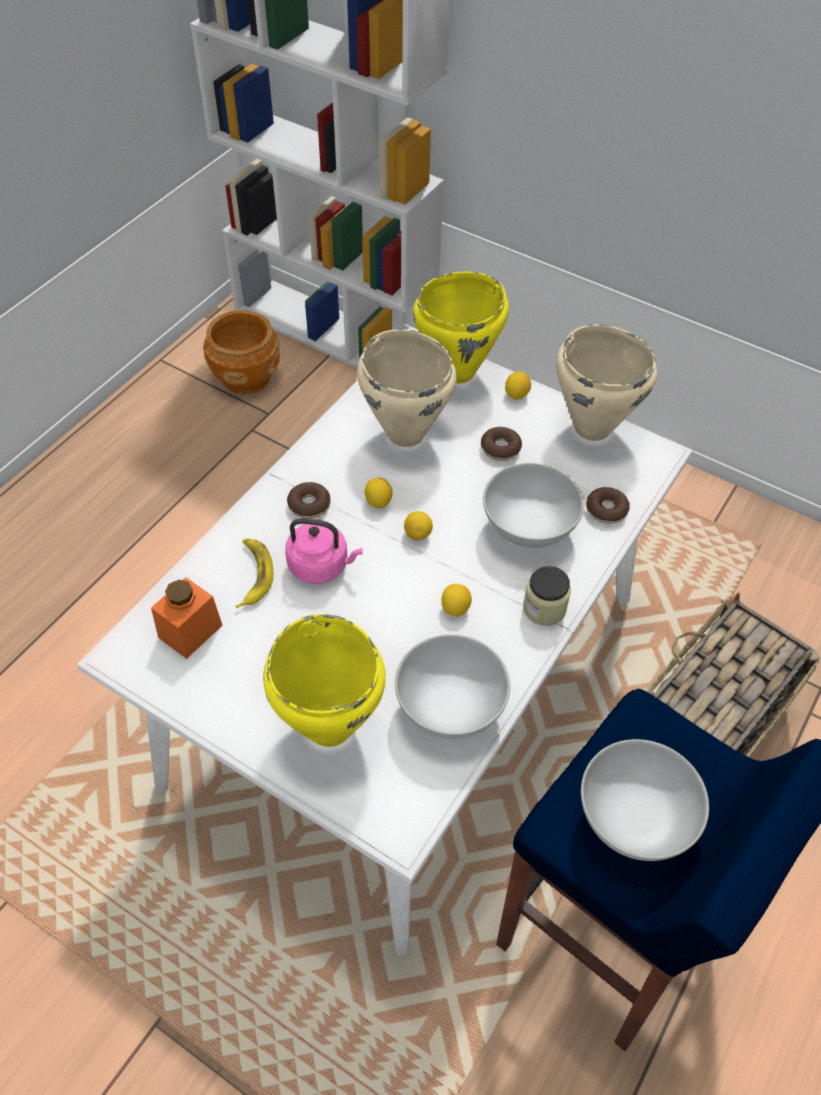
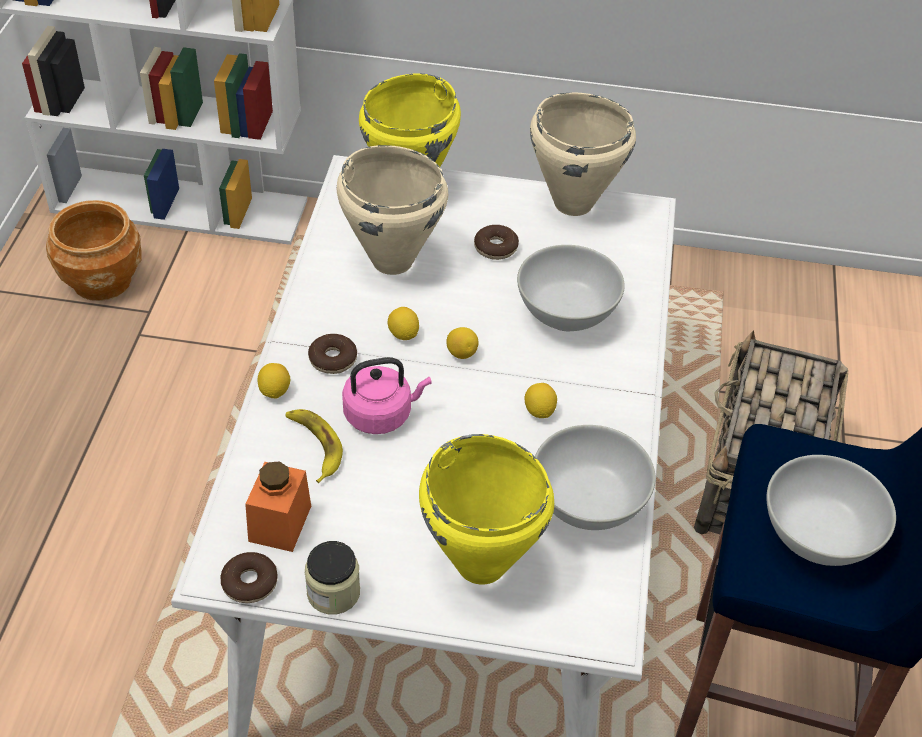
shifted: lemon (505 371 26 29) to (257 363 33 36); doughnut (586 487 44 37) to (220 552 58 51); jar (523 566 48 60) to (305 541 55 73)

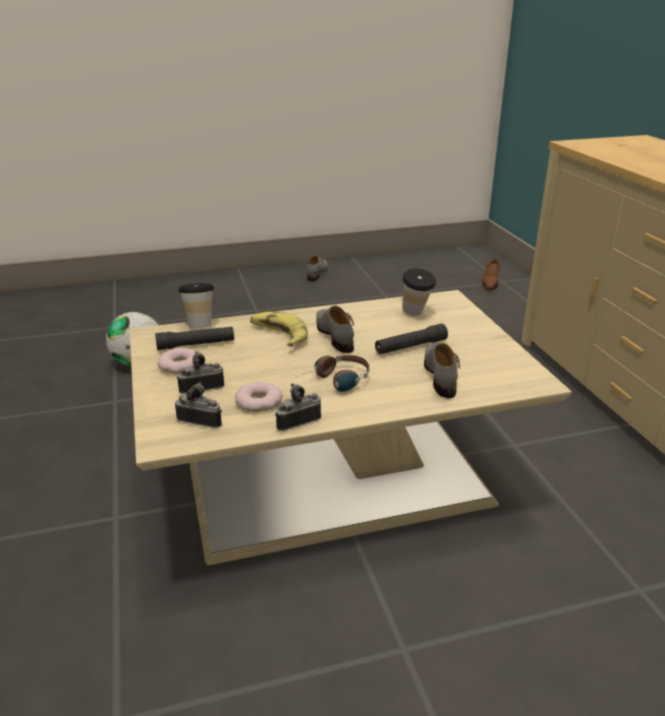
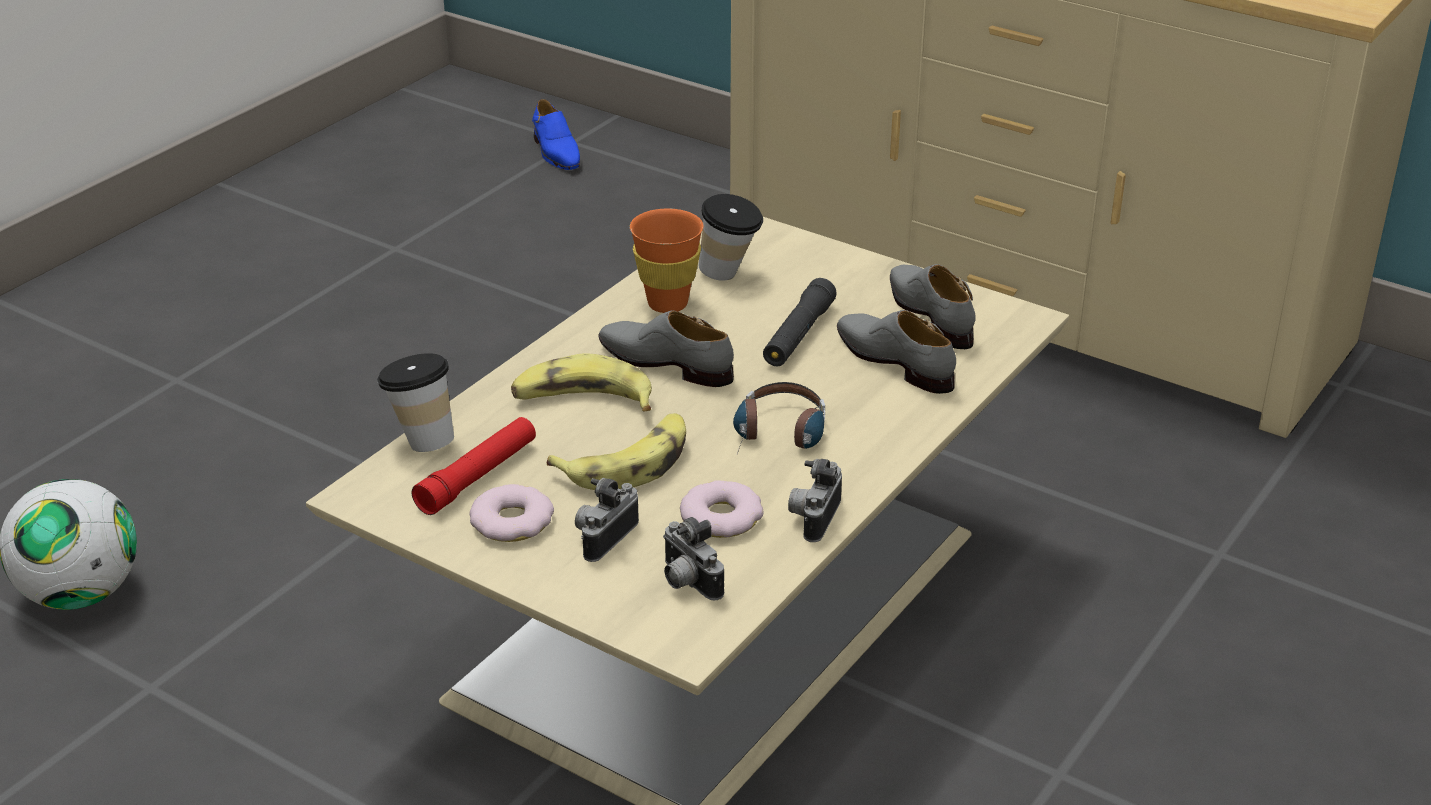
new: small cup/orangey (630 208 73 105); whole banana (547 413 139 77)
shifted: low shoe/greyish (306 256 21 25) to (890 264 86 85)
repainted: low shoe/brown (482 259 17 31) to low shoe/blue (532 99 48 71); hand torch/black (155 327 79 23) to hand torch/red-coloured (412 417 124 98)
rotated: photo camera (175 382 47 46) = (663 517 61 83) 105 degrees counterclockwise

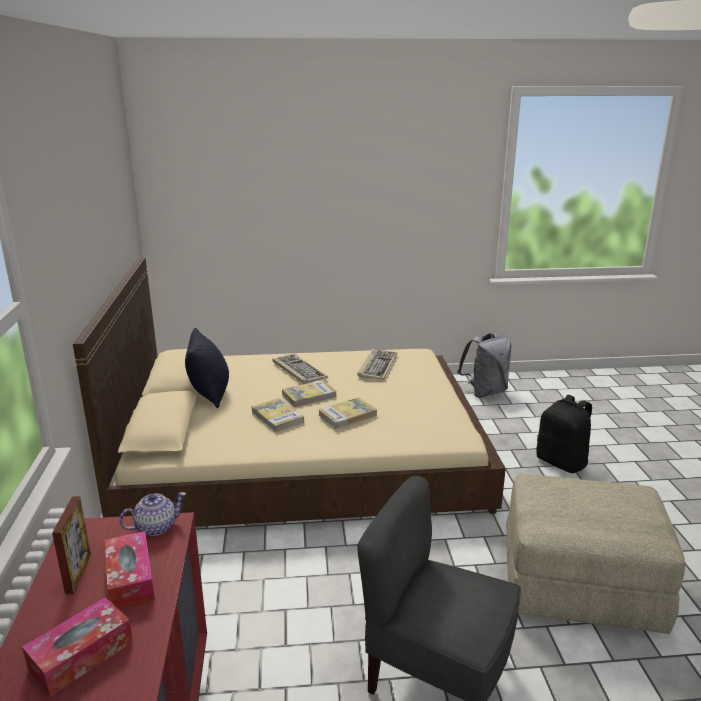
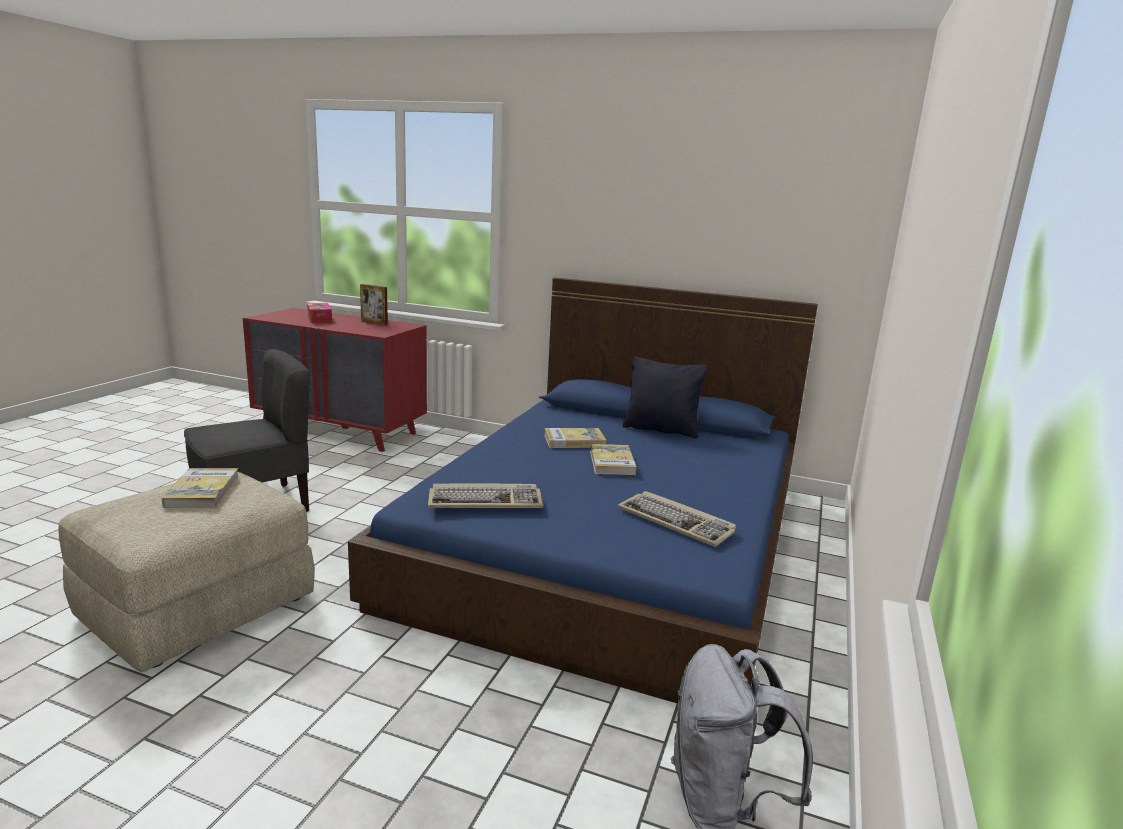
gone: rucksack/black (536 395 56 78); pot for tea (119 492 67 44); tissue holder (105 531 50 78)
shifted: keyboard (272 354 56 30) to (428 484 115 24); volume (318 397 59 32) to (161 468 78 40)
repainted: sleeping bed/beige-coloured (73 258 433 269) to sleeping bed/blue (348 278 470 425)

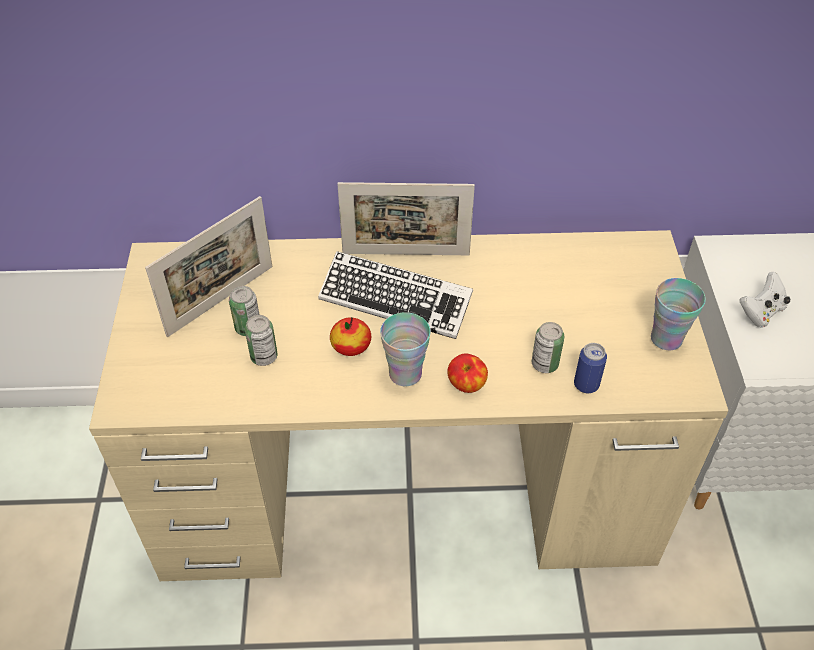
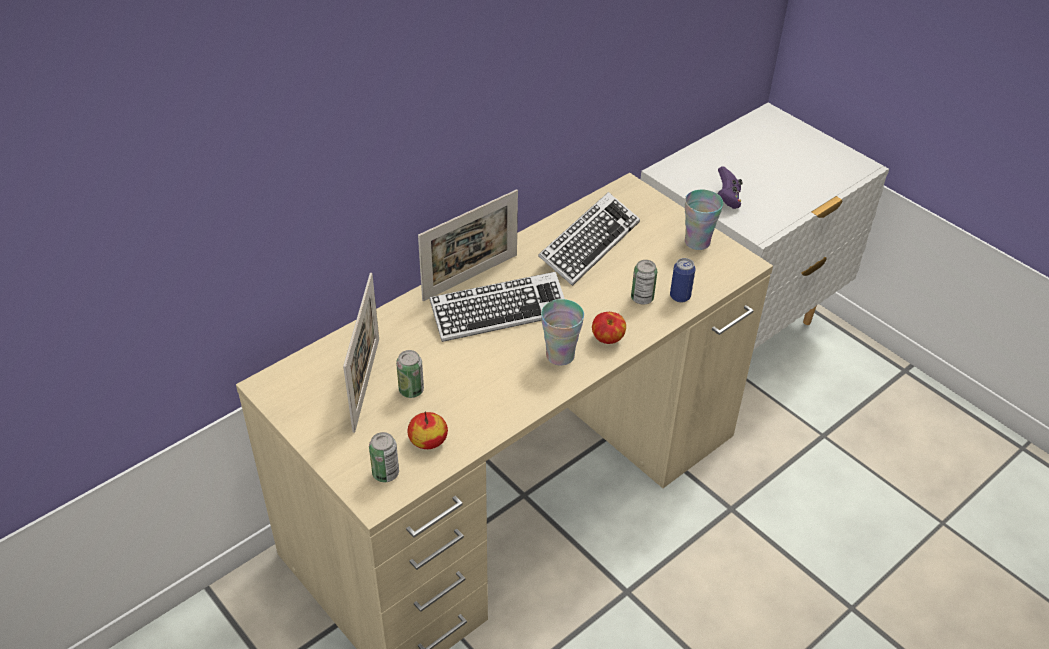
new: keyboard (538 192 102 94)
shifted: can (245 315 33 51) to (369 432 30 50); whole apple (330 317 41 39) to (407 412 41 37)
repainted: game controller/whitish (740 272 50 55) to game controller/purplish (718 166 25 43)

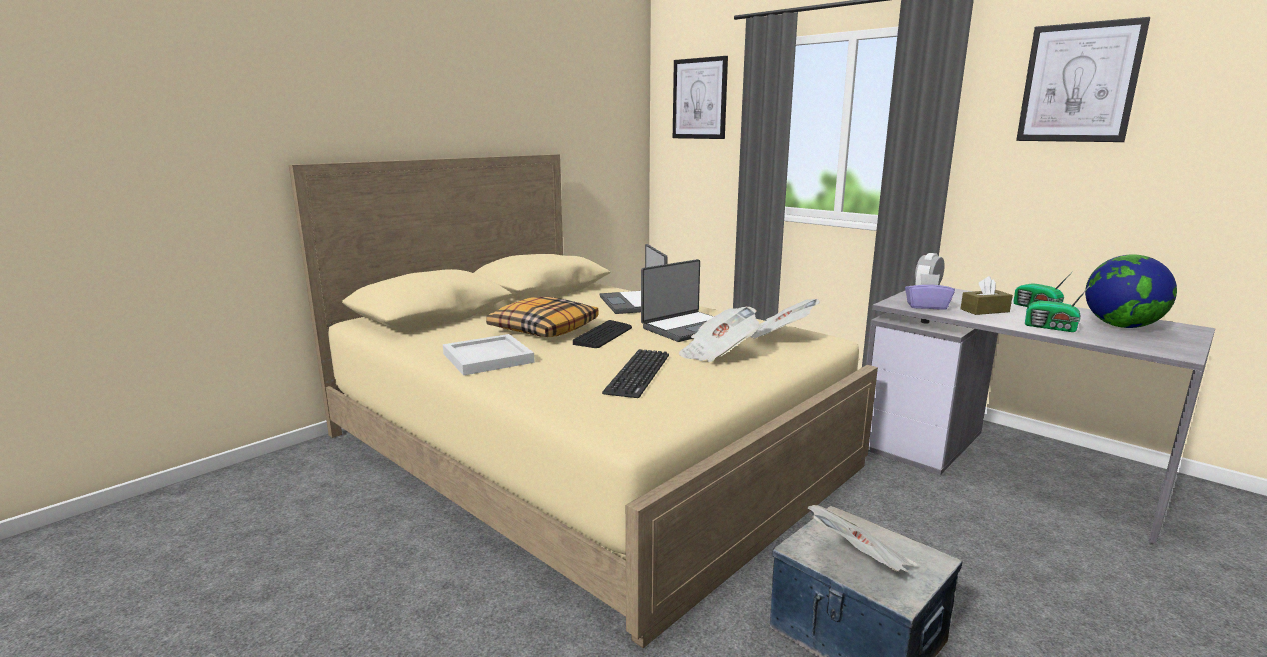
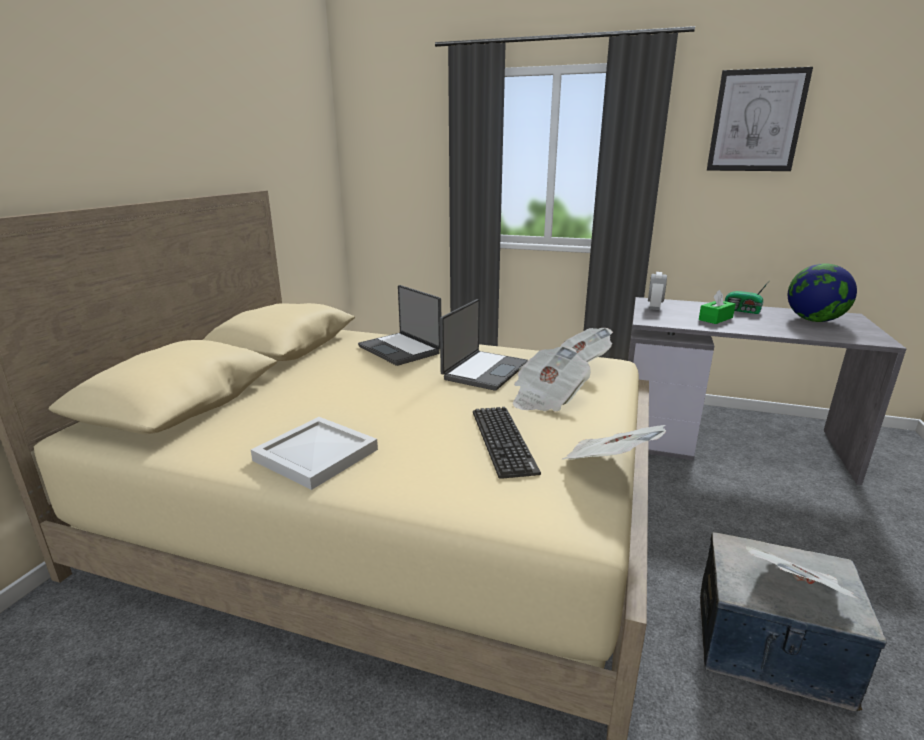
gone: picture (673 56 55 83); tissue holder/purplish (905 274 50 36); radio receiver (1025 287 64 45); cushion (486 297 113 40); keyboard (573 320 59 28)
new: newspaper (561 425 105 35)
repainted: tissue holder/brown (960 276 53 39) to tissue holder/greenish (699 290 37 34)

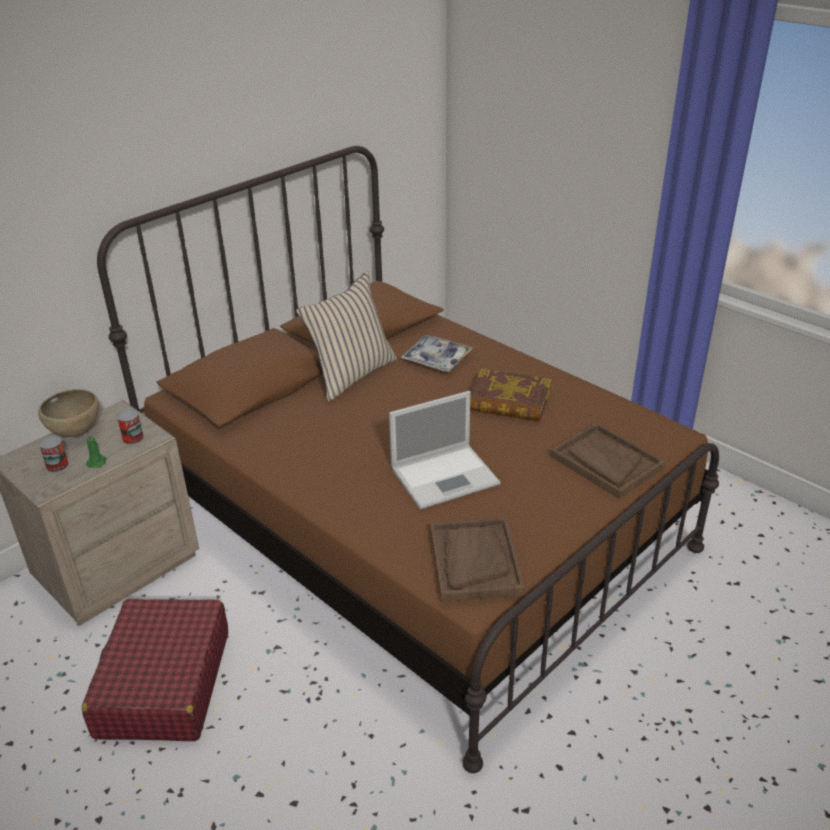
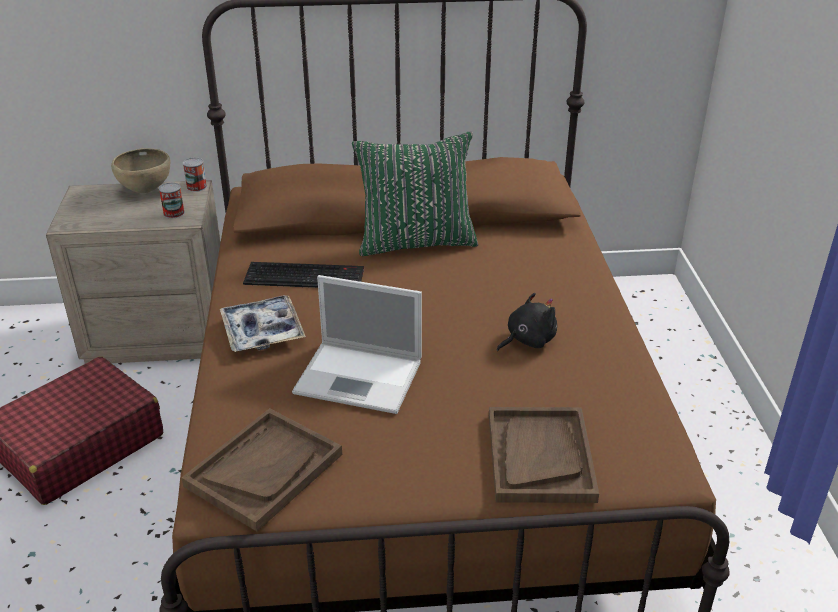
gone: wax light/greenish (86 433 21 35)
new: keyboard (243 262 121 26)
shifted: serving tray (400 335 73 37) to (220 295 86 57); can (39 435 30 37) to (183 157 24 35)
swapped: volume (470 369 82 53) to cuddly toy/black (497 293 60 58)
repainted: cushion/beige-coloured (296 272 101 130) to cushion/greenish (352 132 126 124)

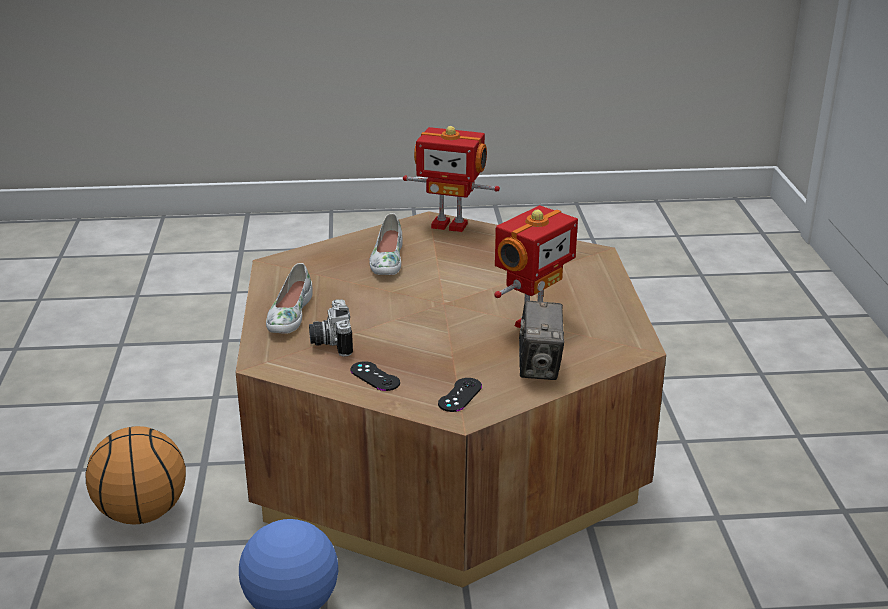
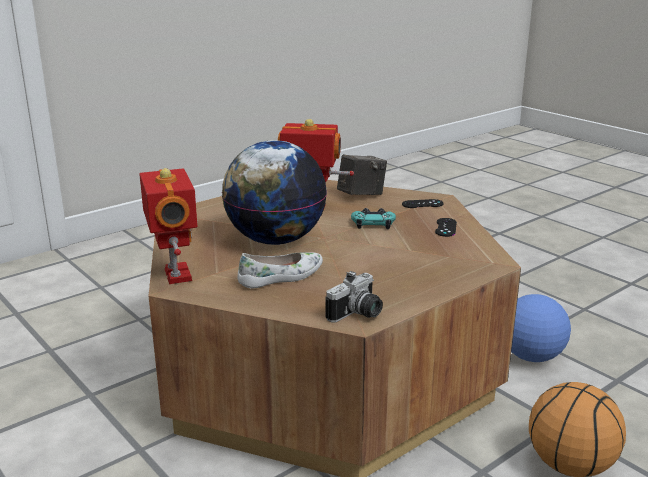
gone: low shoe/whitish (266 263 46 71)
new: desk globe (222 140 105 105); game controller/turquoise (351 208 45 21)
shifted: photo camera (309 299 44 58) to (326 271 57 52)

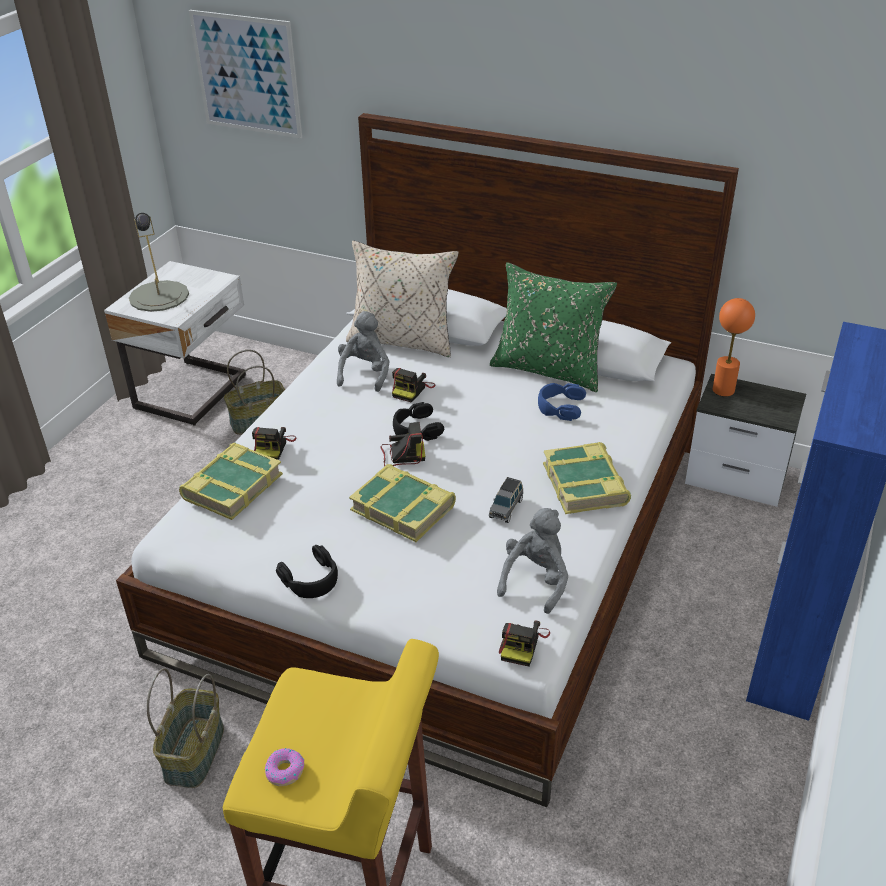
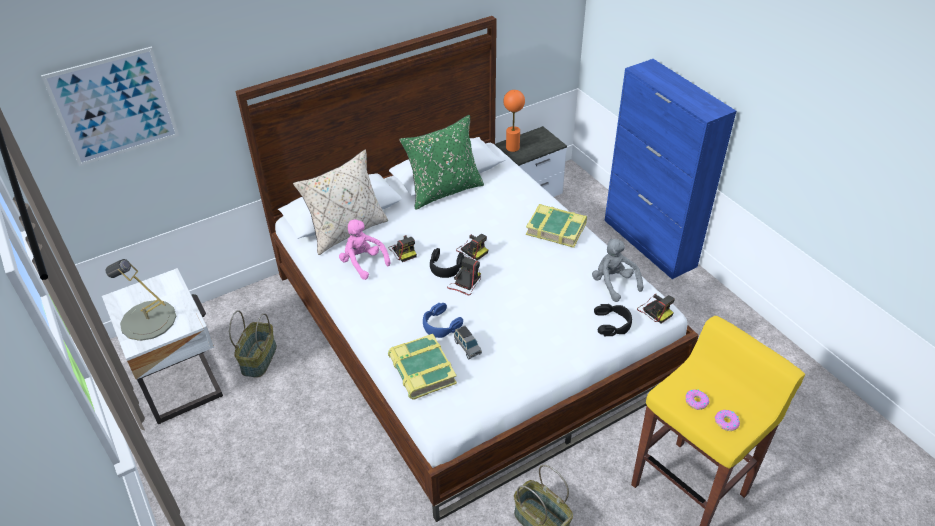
gone: volume (349 464 107 78)
new: doughnut (685 390 25 20)
shifted: pair of headphones/blue (538 383 48 38) to (423 303 40 35); photo camera (252 427 44 33) to (456 234 32 27); model car/greyish (489 477 34 46) to (454 325 28 34); pair of headphones/black (276 545 62 53) to (594 304 38 32)
repainted: cuddly toy/greyish (337 311 53 81) to cuddly toy/pink-coloured (339 220 51 60)

